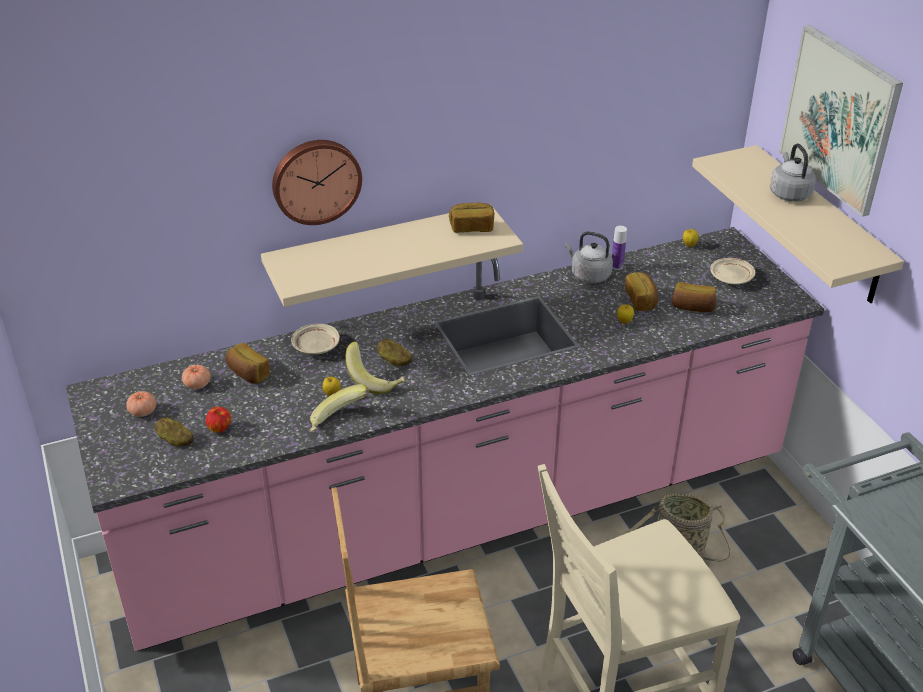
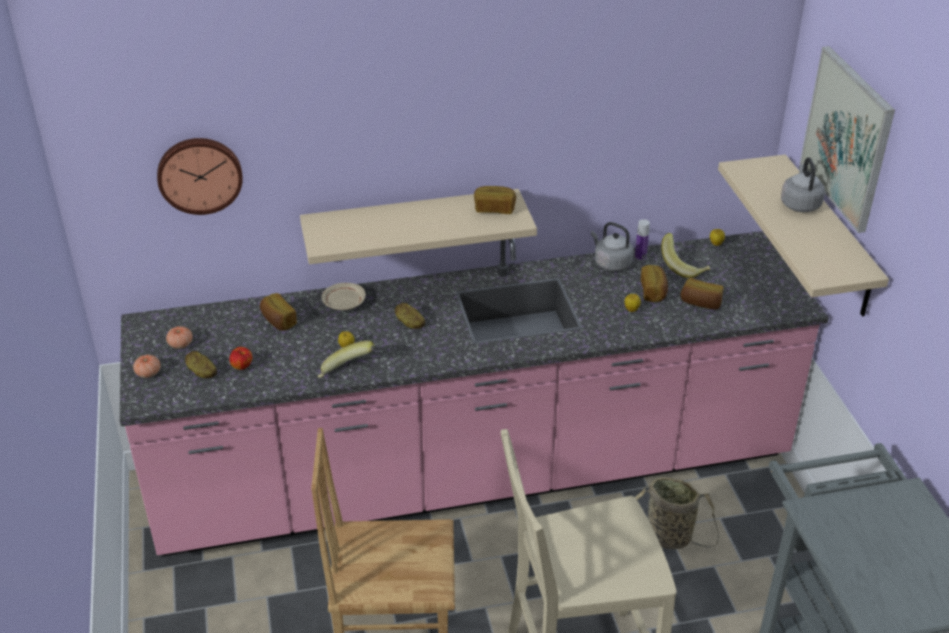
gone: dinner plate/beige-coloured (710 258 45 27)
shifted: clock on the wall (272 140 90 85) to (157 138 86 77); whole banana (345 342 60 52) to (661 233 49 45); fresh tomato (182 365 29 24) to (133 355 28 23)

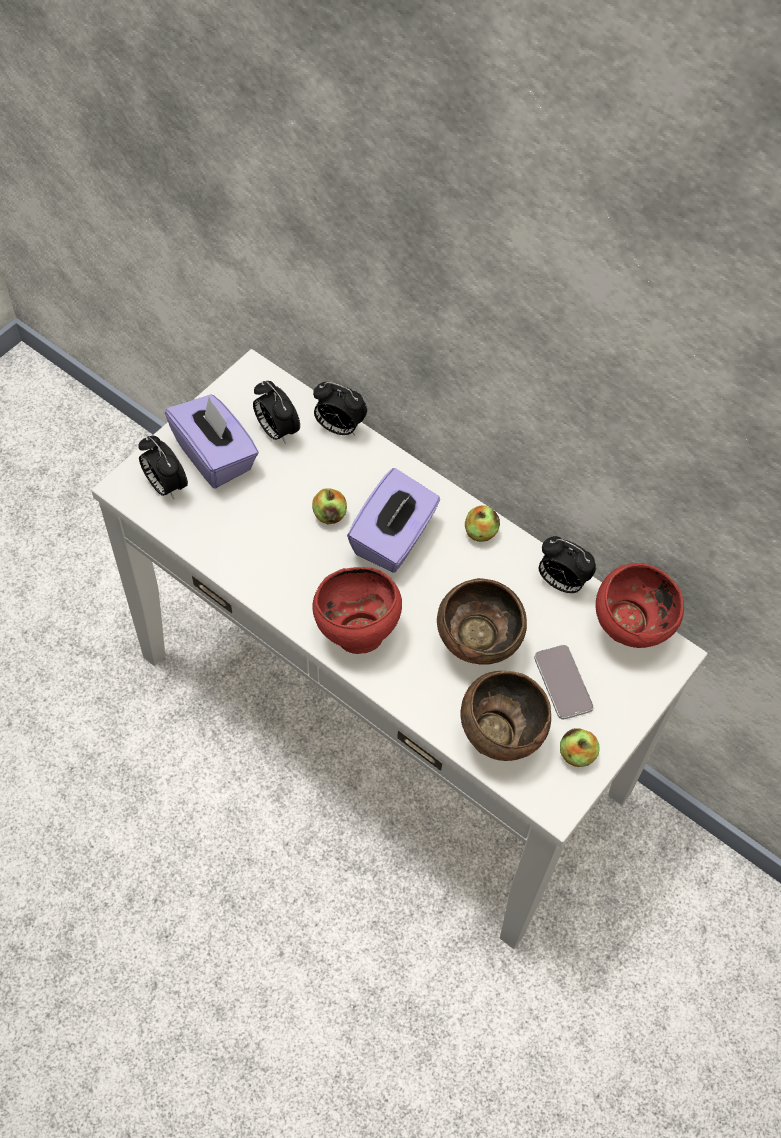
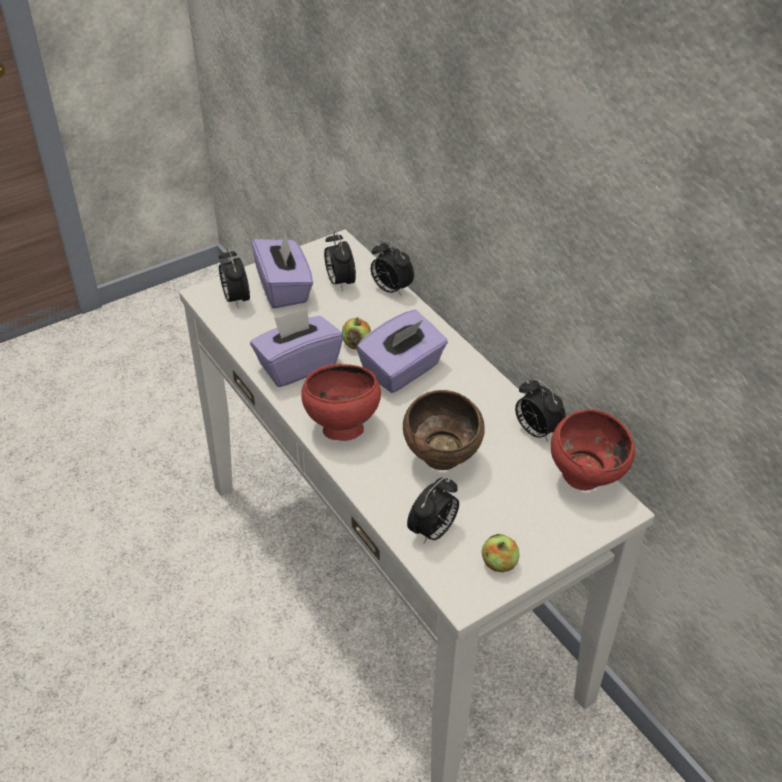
gone: whole apple (465 505 35 37); phone (534 645 60 74)
new: tissue holder/purplish (250 308 93 79)
swapped: serving bowl/brown (460 671 91 90) to alarm clock (407 477 52 67)

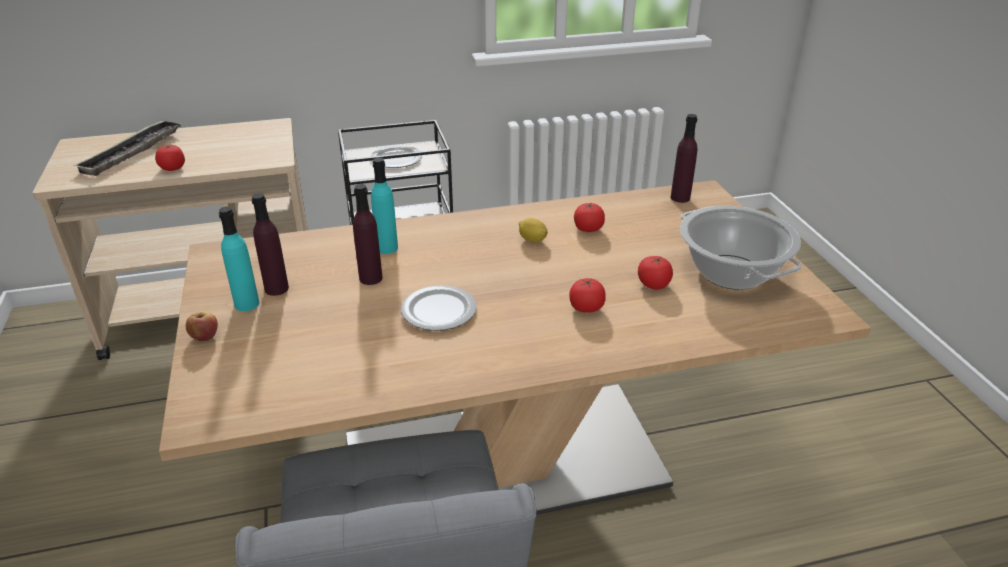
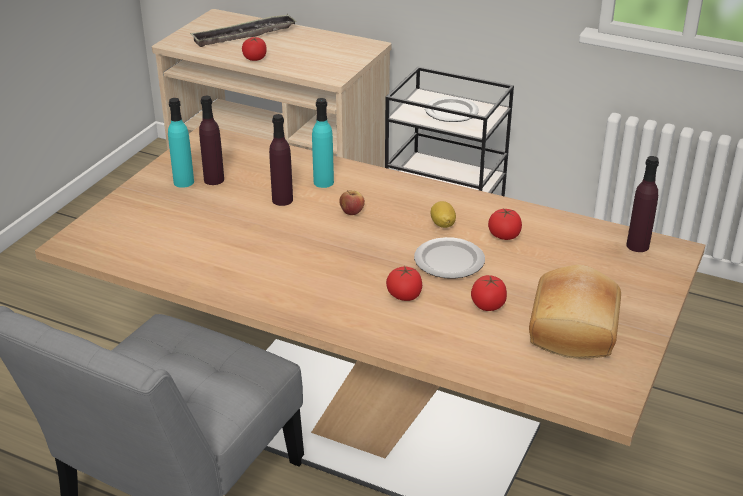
shifted: dinner plate (401 285 76 46) to (414 237 71 42); whole apple (186 311 32 31) to (339 190 26 25)
swapped: stockpot (680 206 122 84) to bakery bread (529 265 92 94)

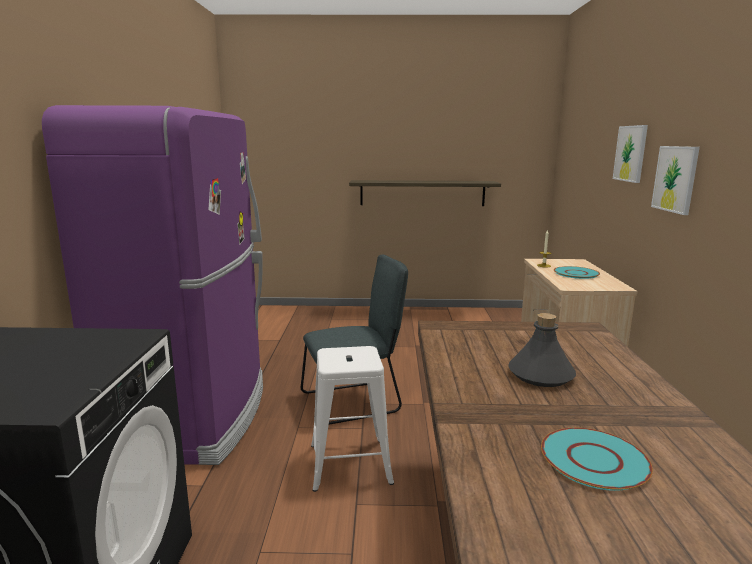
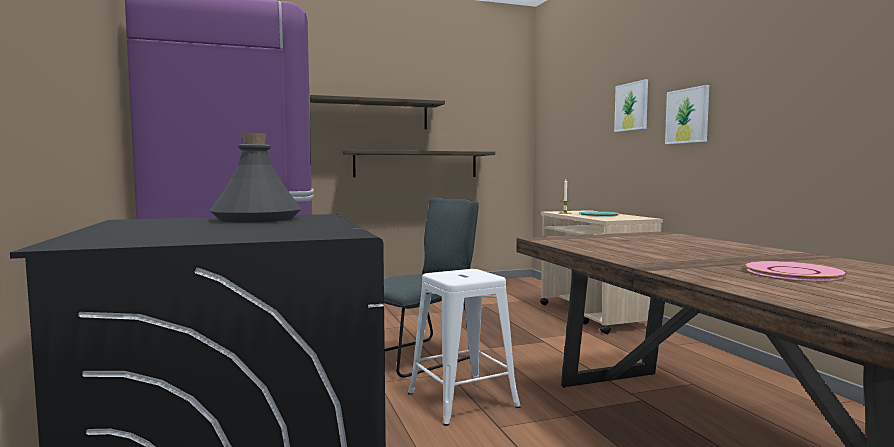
new: wall shelf (310 95 135 34)
shifted: drink bottle/greyish (508 313 68 74) to (209 133 92 89)
repainted: dinner plate/turquoise (541 428 112 63) to dinner plate/pink-coloured (743 261 106 20)

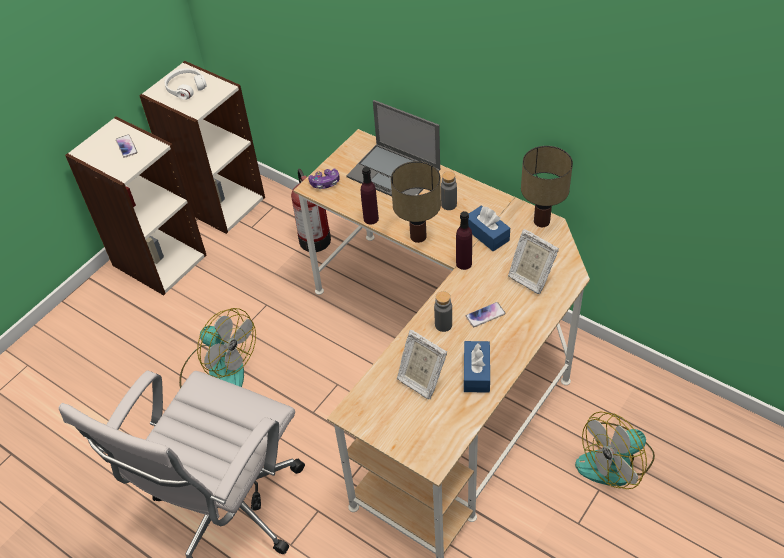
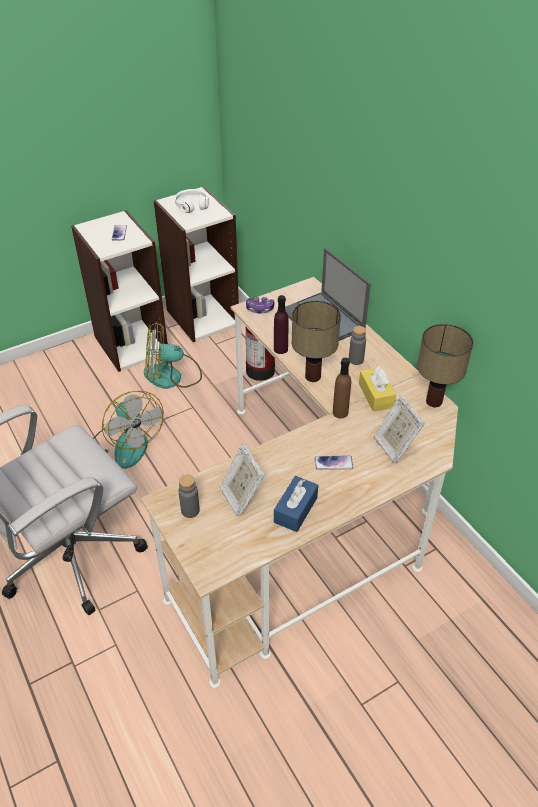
shifted: drink bottle/greyish (434 291 18 41) to (178 475 22 43); cooling fan (575 411 80 78) to (144 322 58 67)
repainted: tissue holder/blue (468 205 42 46) to tissue holder/yellowish (359 366 37 46); drink bottle/purplish (456 211 16 59) to drink bottle/brown (333 358 18 61)

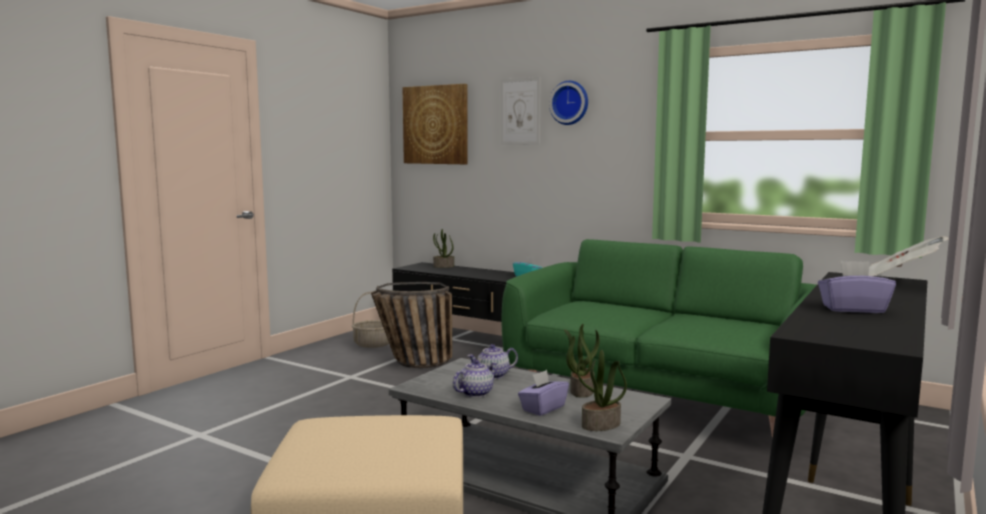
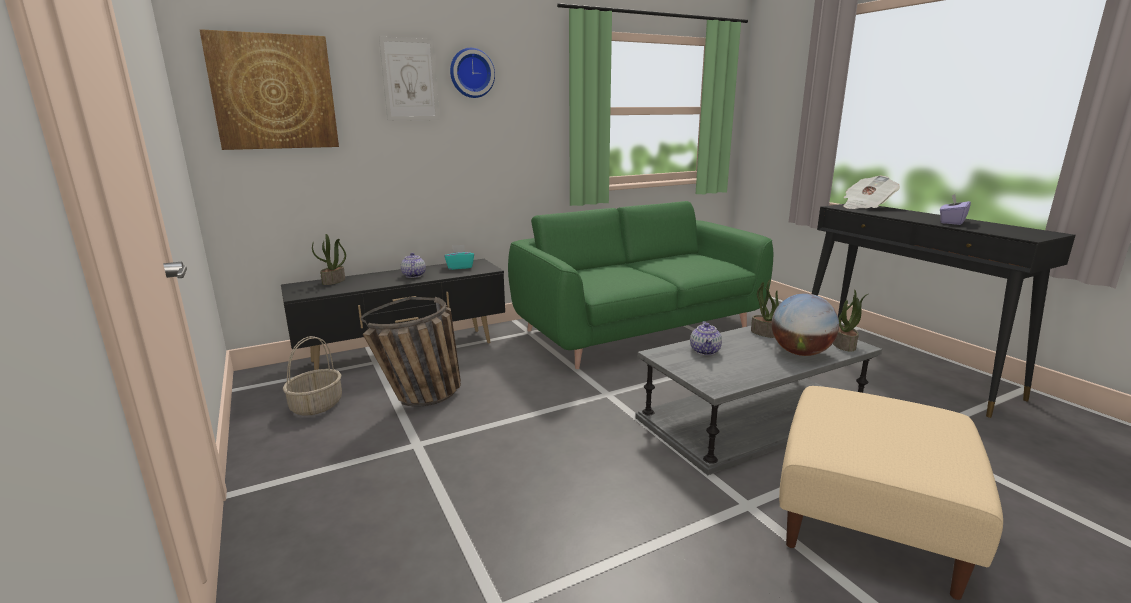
shifted: pot for tea (453 360 44 37) to (401 253 25 25)
swapped: tissue holder/purplish (518 370 51 46) to desk globe (772 293 67 63)

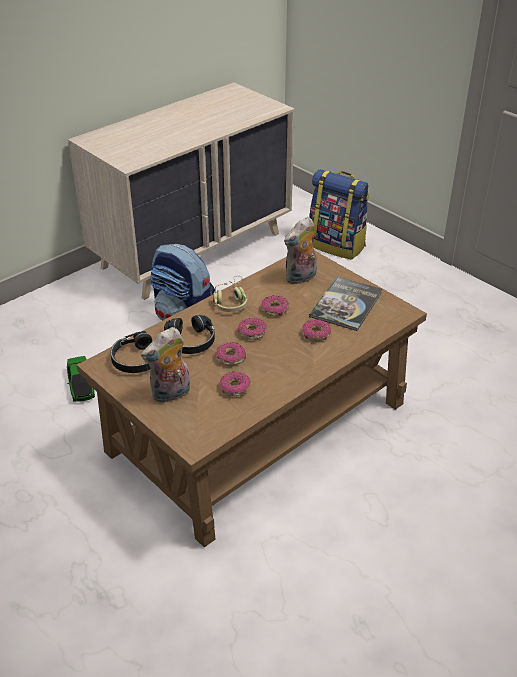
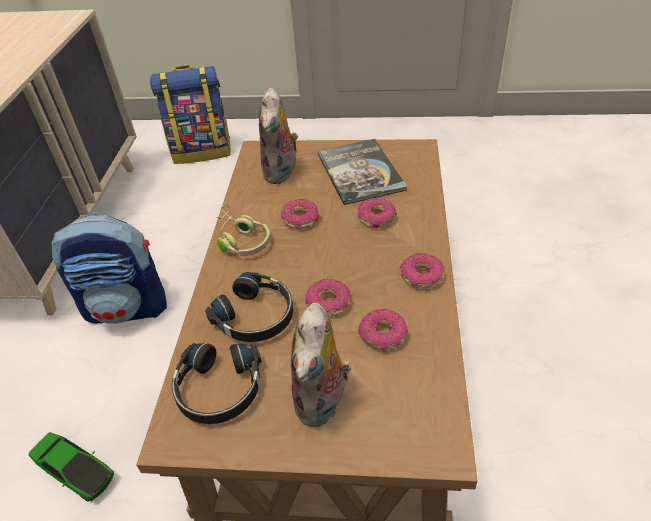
shifted: doughnut (238 318 29 22) to (400 253 44 35)

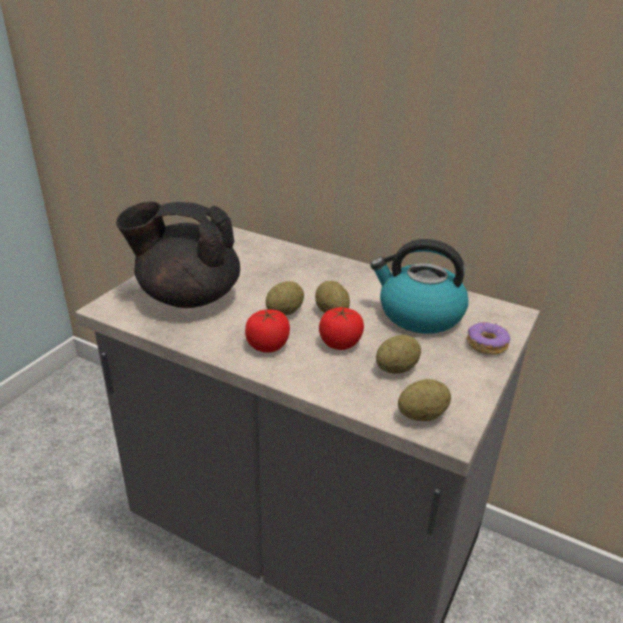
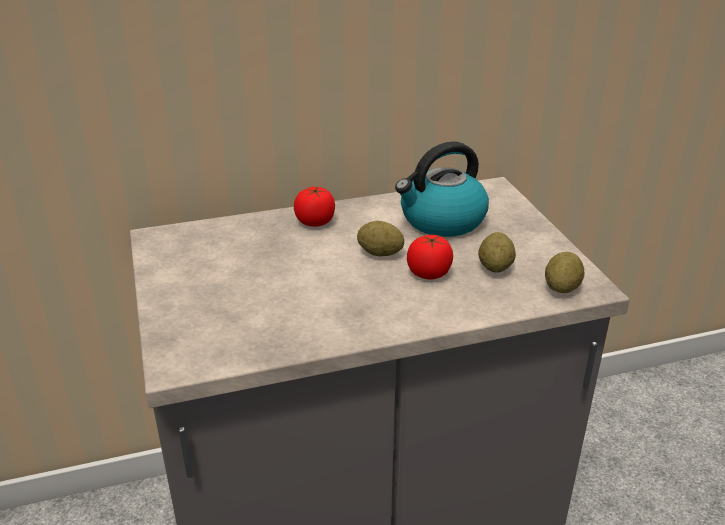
gone: pot for tea/black (116 201 124 107); spud (265 281 39 35); doughnut (467 322 44 33)
shifted: fresh tomato (245 309 45 44) to (294 187 41 40)

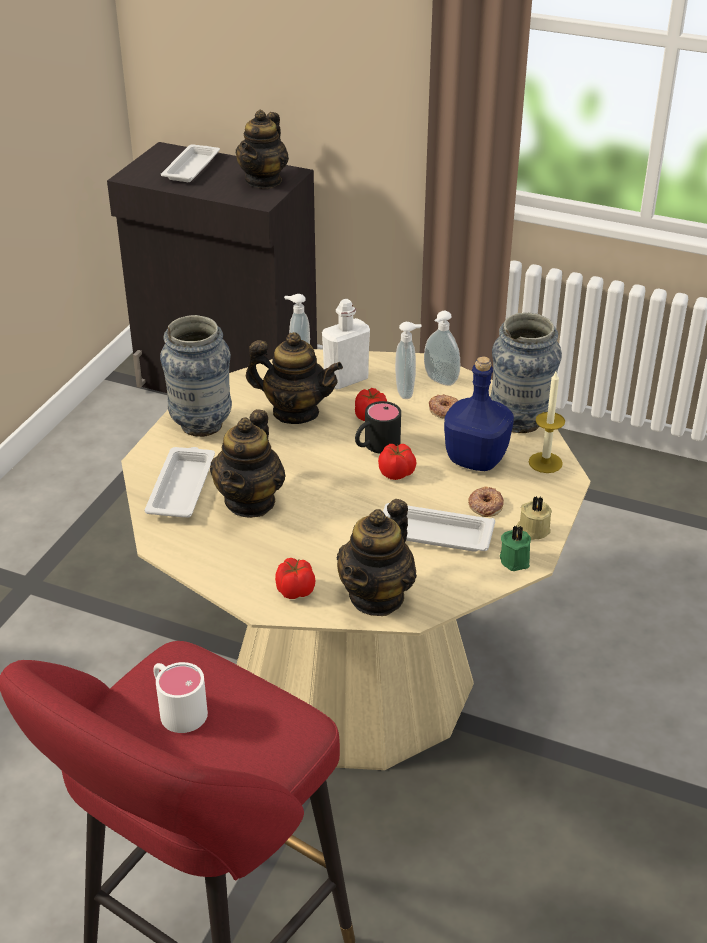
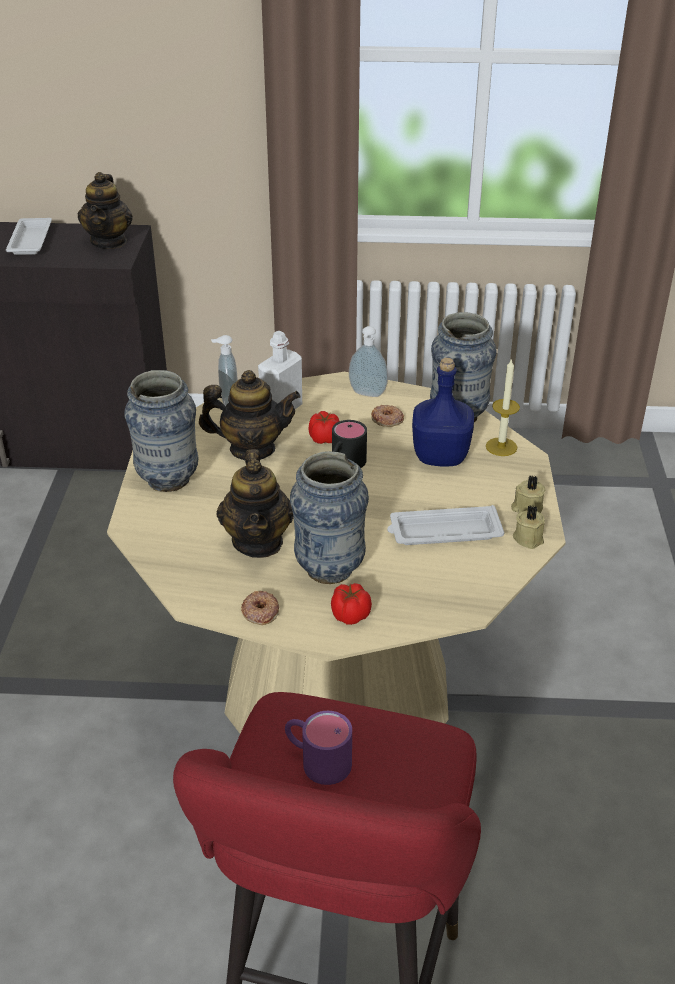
gone: liquid soap bottle (395 322 27 77); fresh tomato (378 444 38 36); serving tray/whitish (144 447 71 71); pot for tea (337 499 80 117)
new: flower vase (290 451 79 133)
shifted: doughnut (468 486 36 31) to (241 591 38 34)
repainted: wax light/greenish (500 525 31 46) to wax light/beige-coloured (513 506 32 43); mug/whitish (153 662 55 71) to mug/purplish (285 711 67 74)

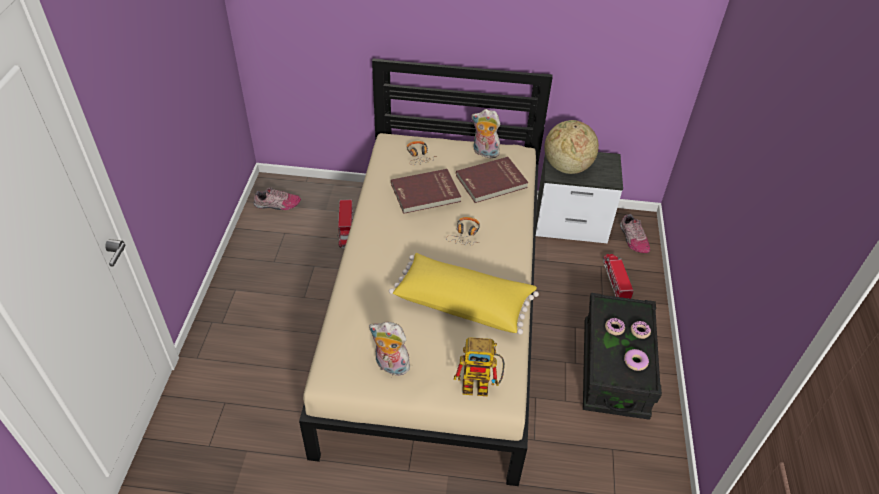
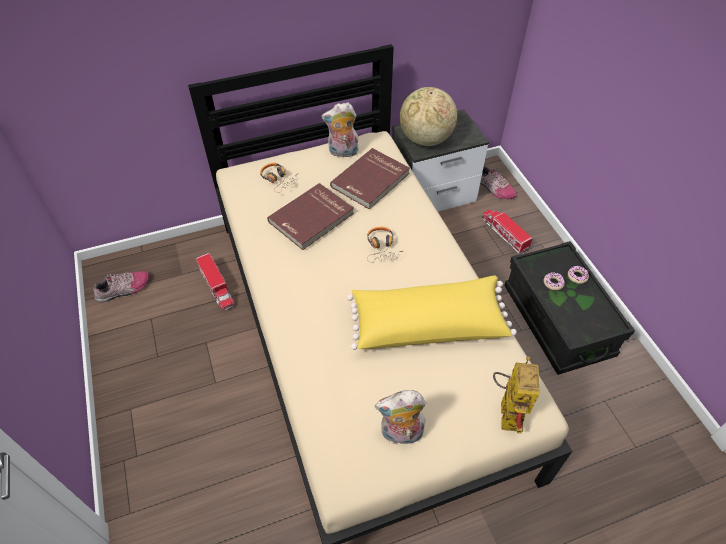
gone: doughnut (624 349 25 22)
rotated: model robot (454 337 51 59) = (493 356 47 77) 60 degrees counterclockwise

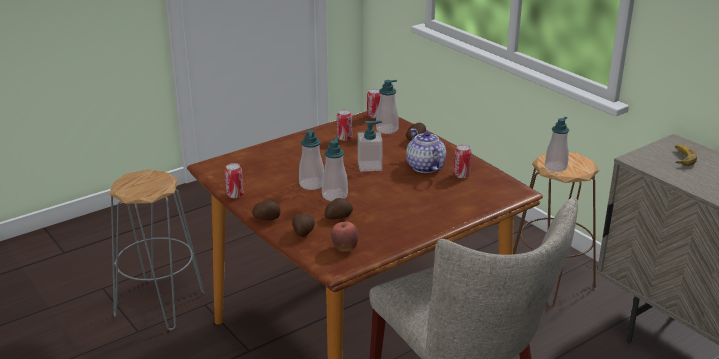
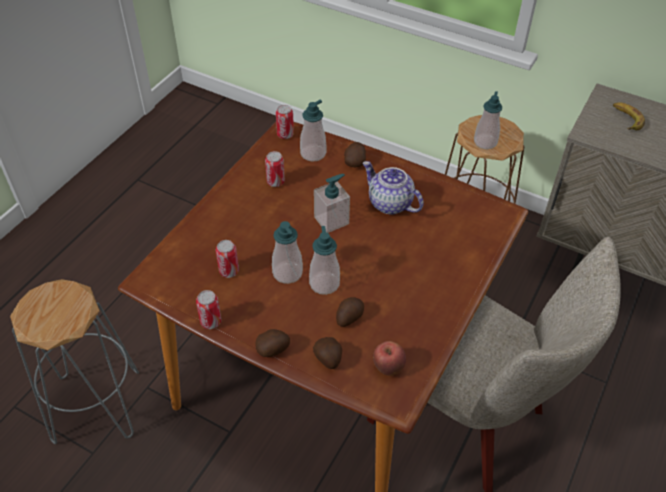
shifted: can (453 144 19 34) to (216 240 23 38)

